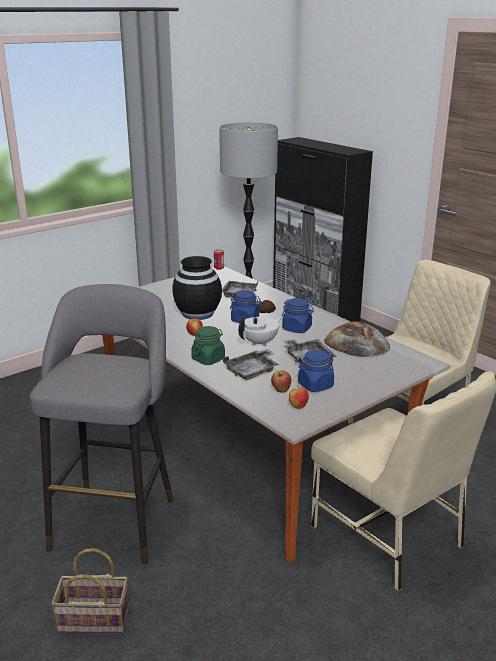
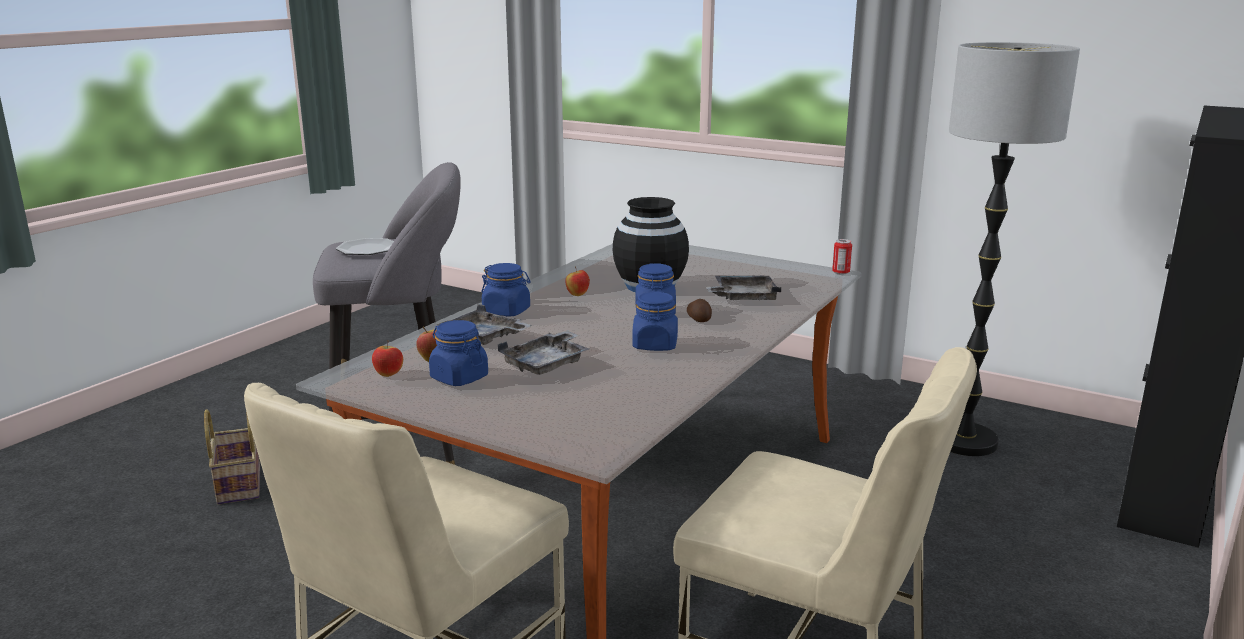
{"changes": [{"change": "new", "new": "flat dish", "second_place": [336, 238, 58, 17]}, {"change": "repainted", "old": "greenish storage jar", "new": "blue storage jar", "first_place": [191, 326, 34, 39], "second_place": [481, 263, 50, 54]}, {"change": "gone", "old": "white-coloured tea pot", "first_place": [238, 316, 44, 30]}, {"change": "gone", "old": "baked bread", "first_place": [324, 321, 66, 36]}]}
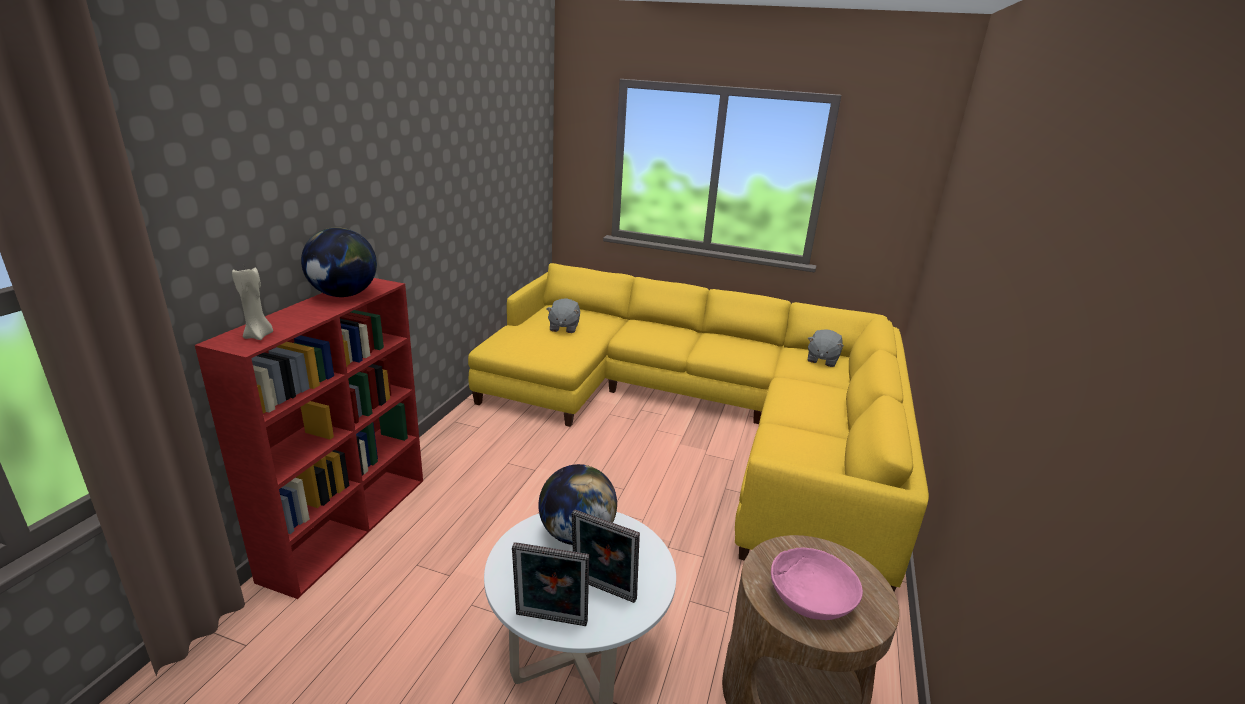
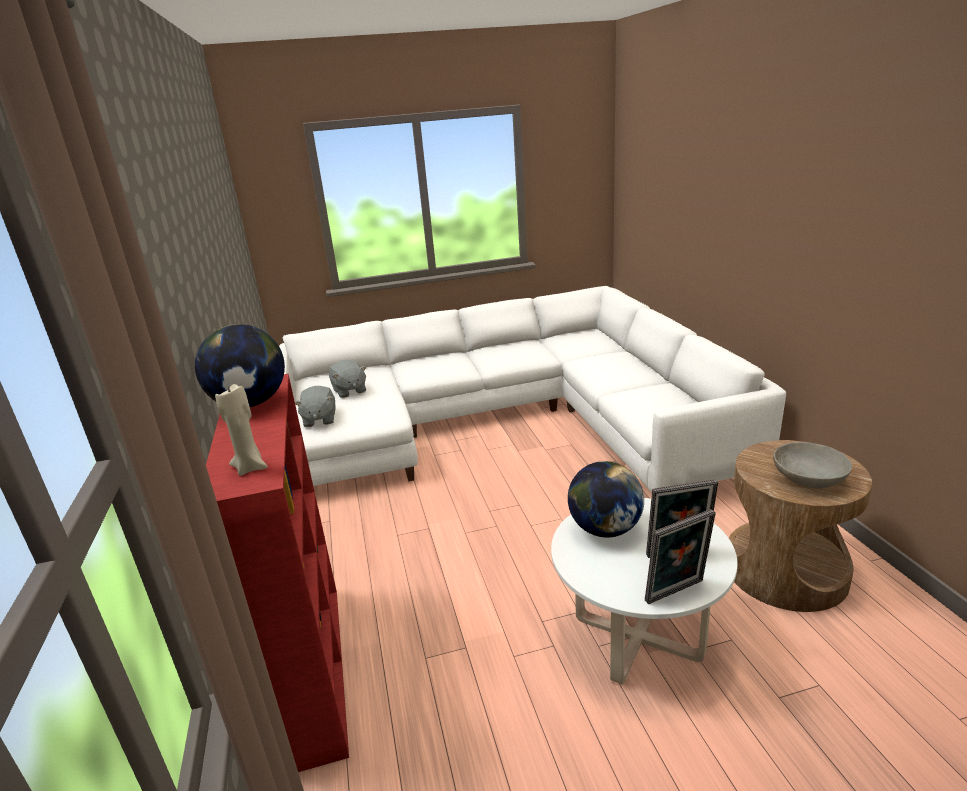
{"changes": [{"change": "repainted", "old": "yellow-coloured couch", "new": "white-coloured couch", "first_place": [468, 263, 461, 329], "second_place": [279, 286, 507, 207]}, {"change": "shifted", "old": "greyish plush toy", "first_place": [808, 329, 36, 38], "second_place": [295, 386, 41, 41]}, {"change": "repainted", "old": "pink-coloured bowl", "new": "greyish bowl", "first_place": [771, 547, 92, 73], "second_place": [773, 442, 79, 47]}]}
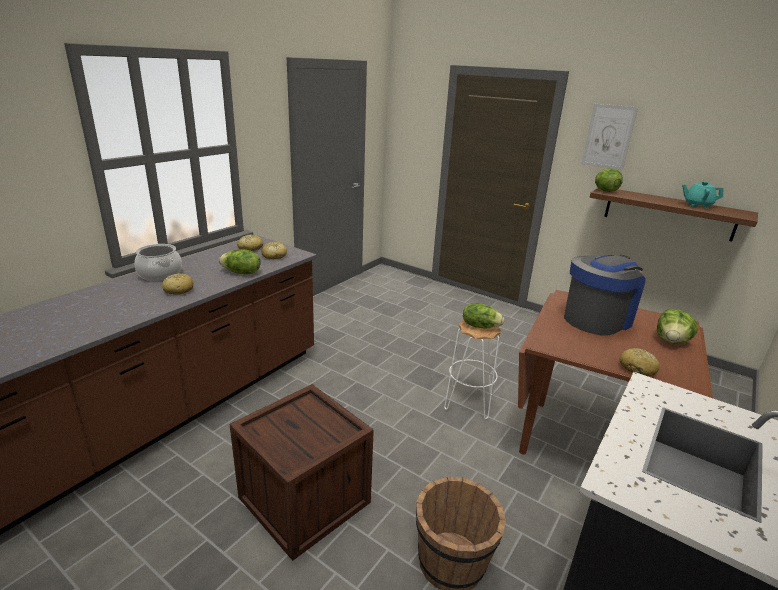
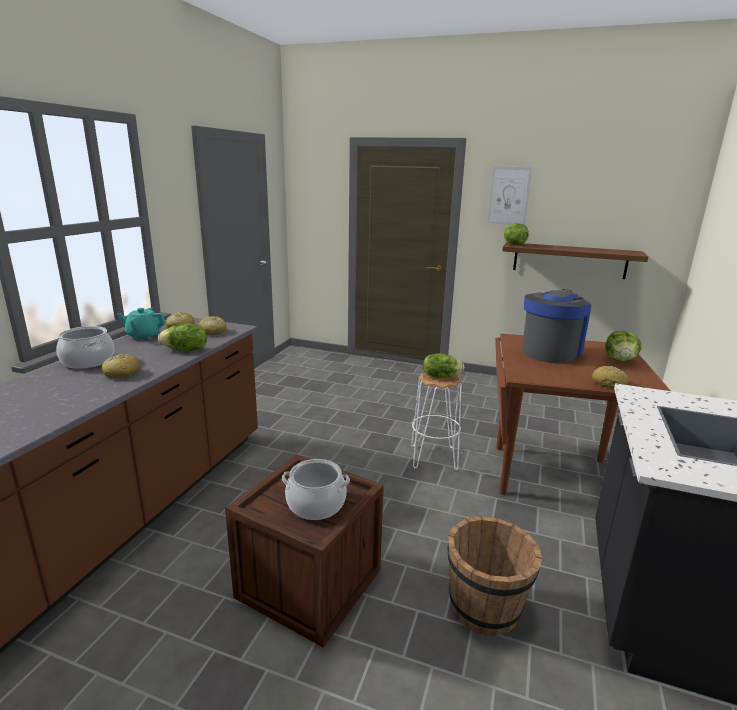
{"changes": [{"change": "shifted", "old": "turquoise-coloured tea pot", "first_place": [682, 181, 41, 27], "second_place": [117, 308, 49, 32]}, {"change": "new", "new": "saucepot", "second_place": [282, 459, 68, 61]}]}
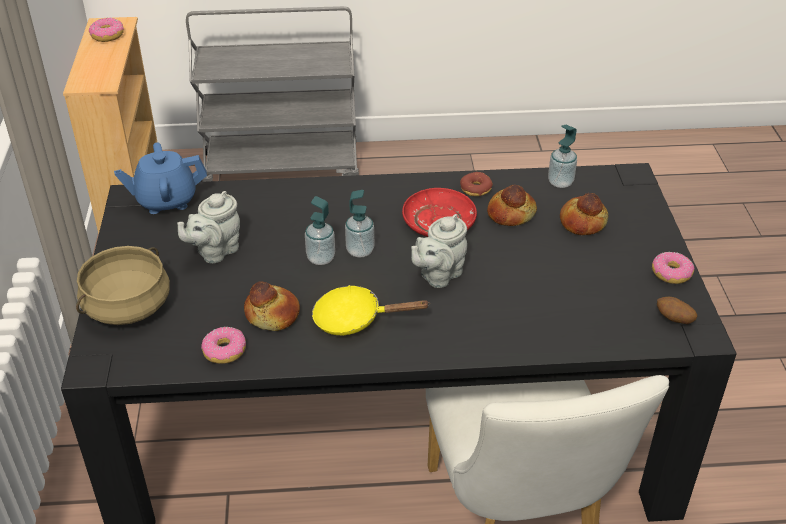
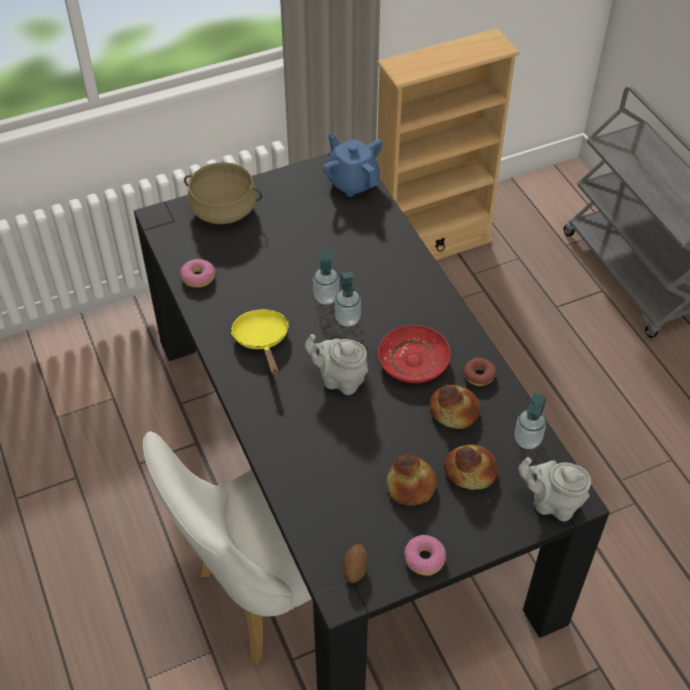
{"changes": [{"change": "shifted", "old": "baked bread", "first_place": [244, 281, 56, 50], "second_place": [387, 453, 50, 53]}, {"change": "shifted", "old": "greyish tea pot", "first_place": [177, 191, 63, 72], "second_place": [518, 457, 73, 65]}, {"change": "gone", "old": "donut", "first_place": [89, 18, 35, 24]}]}
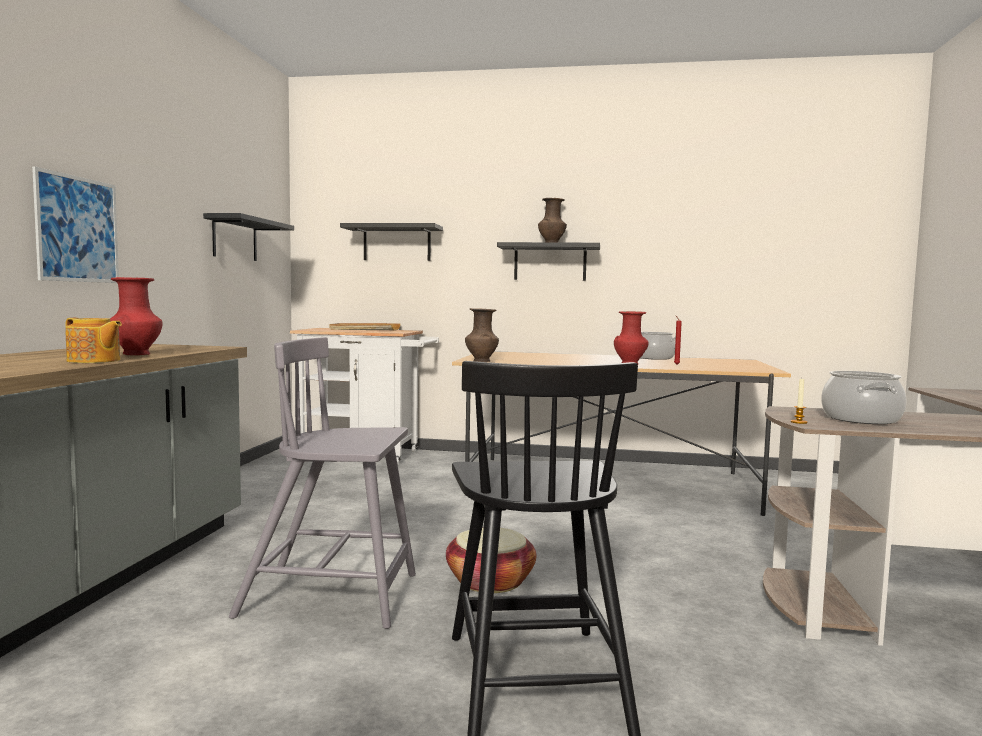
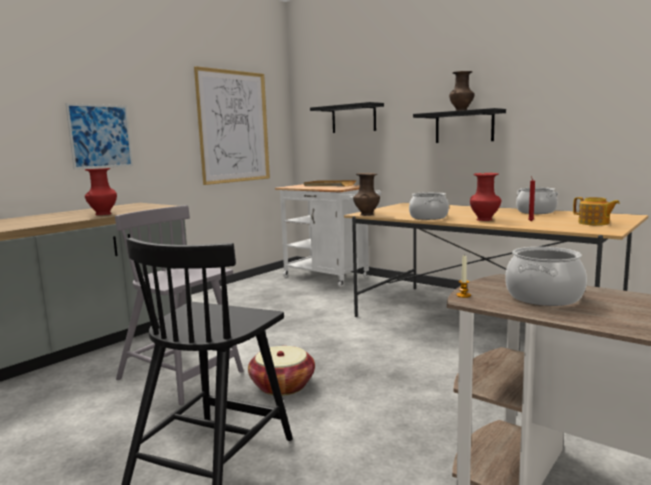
{"changes": [{"change": "swapped", "old": "black-coloured bracket shelf", "new": "wall art", "first_place": [203, 213, 91, 48], "second_place": [194, 66, 76, 119]}, {"change": "new", "new": "saucepot", "second_place": [409, 192, 40, 28]}, {"change": "shifted", "old": "tea pot", "first_place": [65, 318, 57, 45], "second_place": [573, 197, 47, 29]}]}
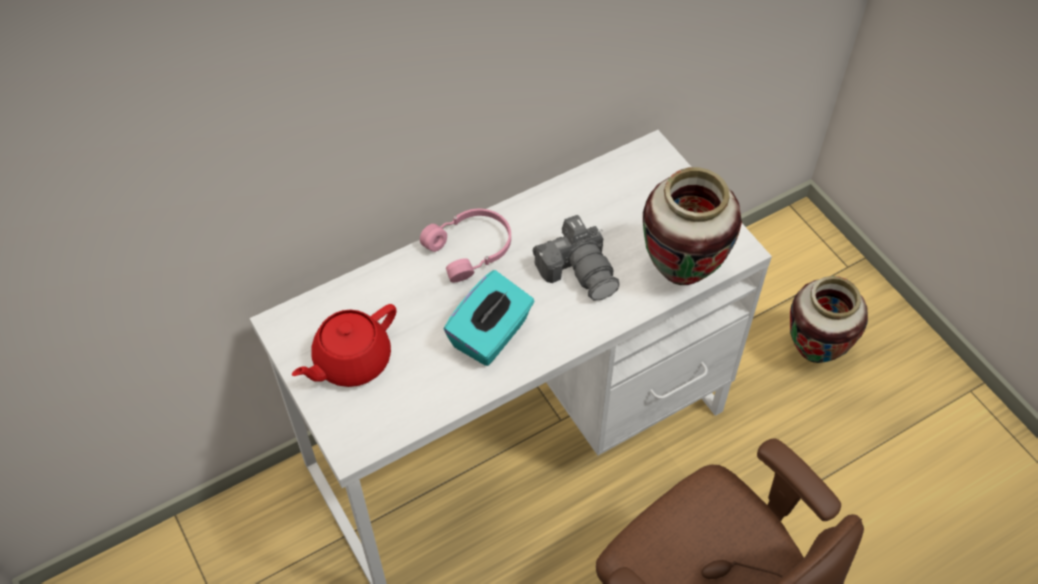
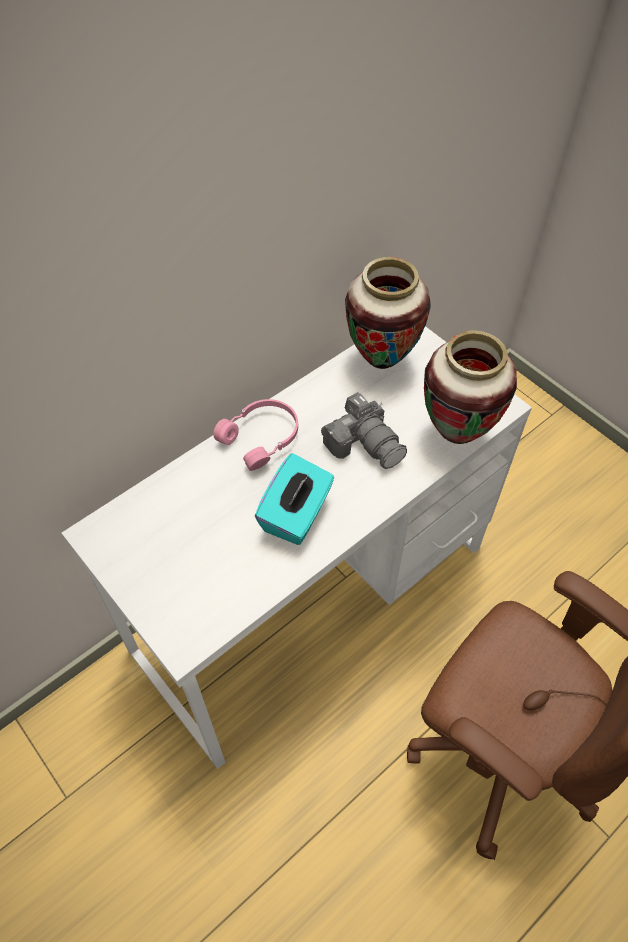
{"changes": [{"change": "shifted", "old": "flower vase", "first_place": [790, 276, 78, 87], "second_place": [345, 257, 86, 112]}, {"change": "gone", "old": "red tea pot", "first_place": [292, 304, 104, 83]}]}
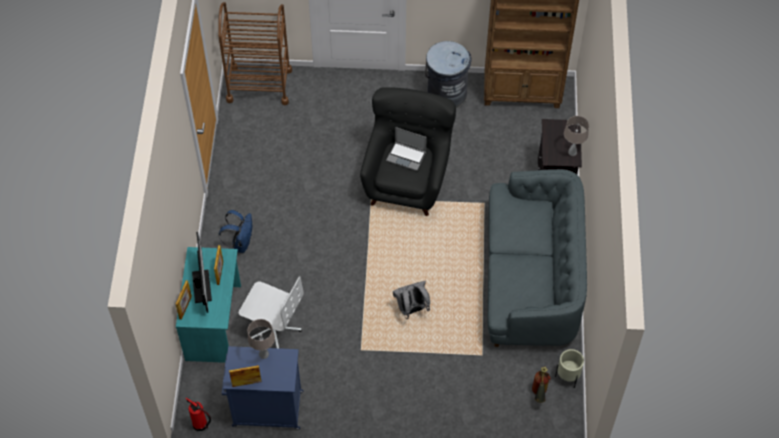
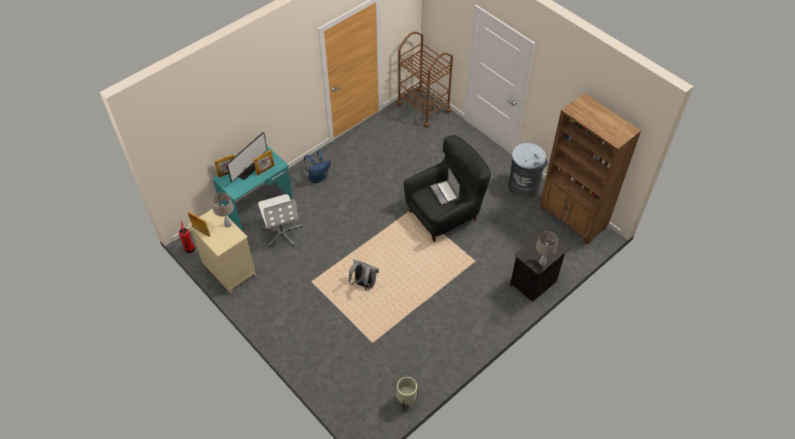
{"changes": [{"change": "repainted", "old": "blue storage cabinet", "new": "beige-coloured storage cabinet", "first_place": [222, 346, 81, 83], "second_place": [188, 206, 69, 88]}, {"change": "gone", "old": "greyish couch", "first_place": [488, 169, 99, 178]}, {"change": "gone", "old": "extinguisher", "first_place": [532, 367, 19, 36]}]}
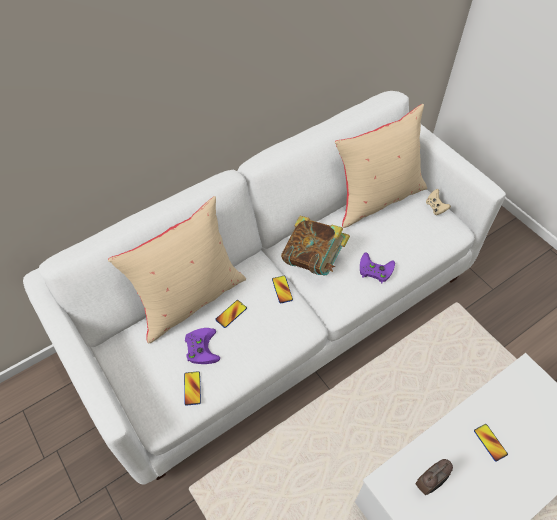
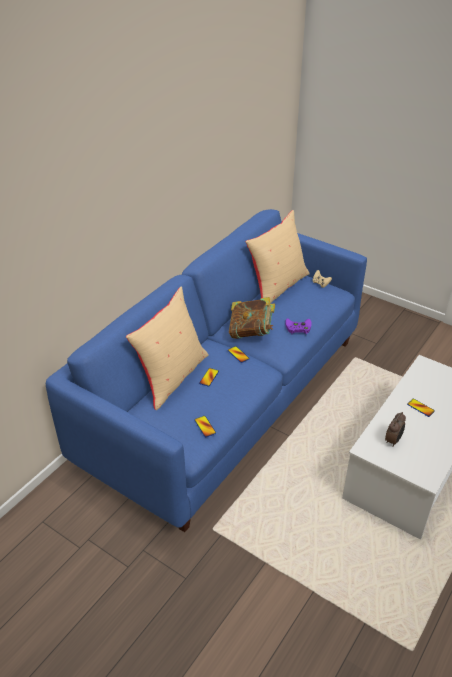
{"changes": [{"change": "repainted", "old": "white-coloured couch", "new": "blue couch", "first_place": [23, 91, 483, 394], "second_place": [46, 209, 321, 323]}, {"change": "gone", "old": "purplish joypad", "first_place": [185, 328, 35, 36]}]}
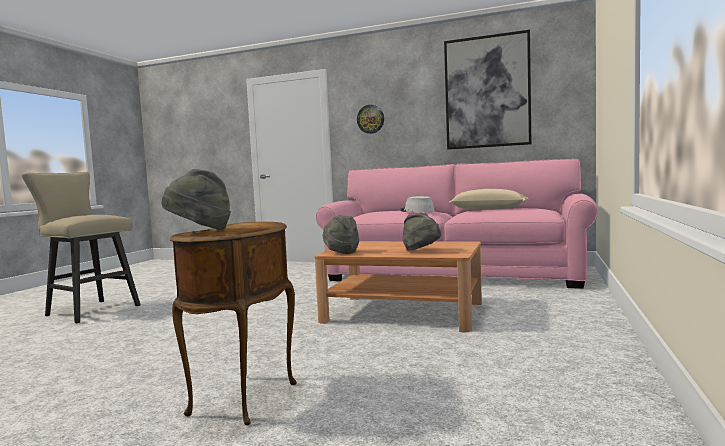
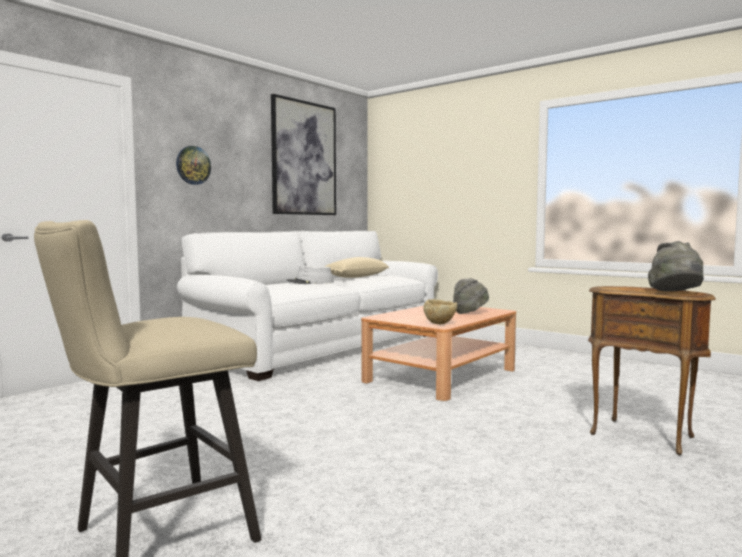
{"changes": [{"change": "repainted", "old": "pink-coloured couch", "new": "white-coloured couch", "first_place": [316, 159, 282, 130], "second_place": [177, 231, 261, 150]}, {"change": "swapped", "old": "greyish hat", "new": "beige-coloured bowl", "first_place": [322, 215, 37, 39], "second_place": [423, 299, 34, 25]}]}
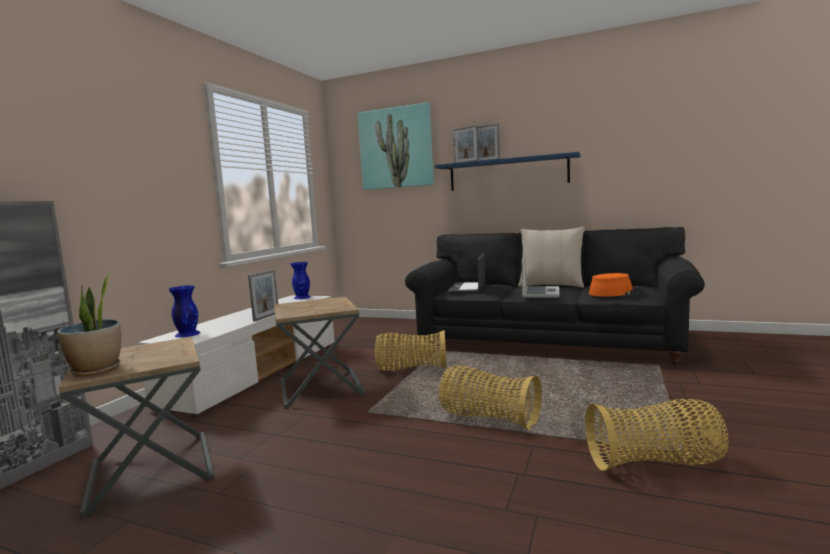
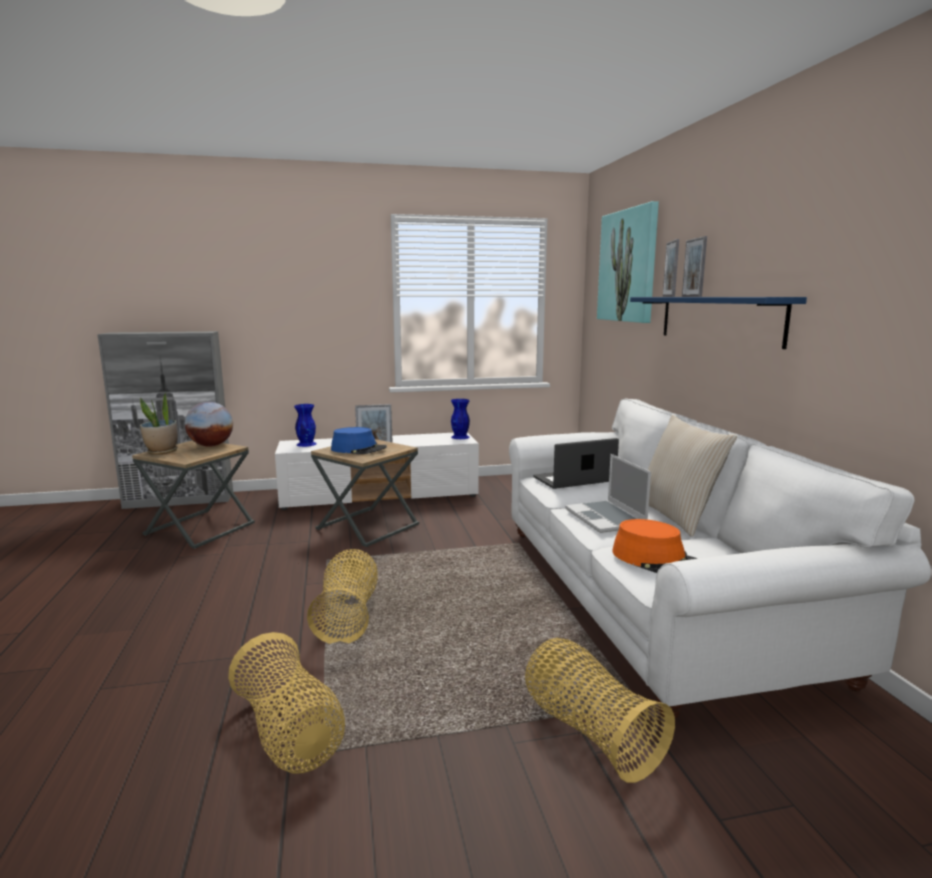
{"changes": [{"change": "new", "new": "world globe", "second_place": [185, 402, 48, 45]}, {"change": "new", "new": "blue hat", "second_place": [331, 427, 56, 27]}, {"change": "repainted", "old": "black-coloured couch", "new": "white-coloured couch", "first_place": [405, 227, 300, 138], "second_place": [509, 398, 422, 320]}, {"change": "shifted", "old": "household basket", "first_place": [374, 330, 72, 41], "second_place": [525, 638, 150, 145]}, {"change": "rotated", "old": "notebook computer", "first_place": [522, 255, 37, 43], "second_place": [565, 454, 86, 79], "degrees": 90}]}
